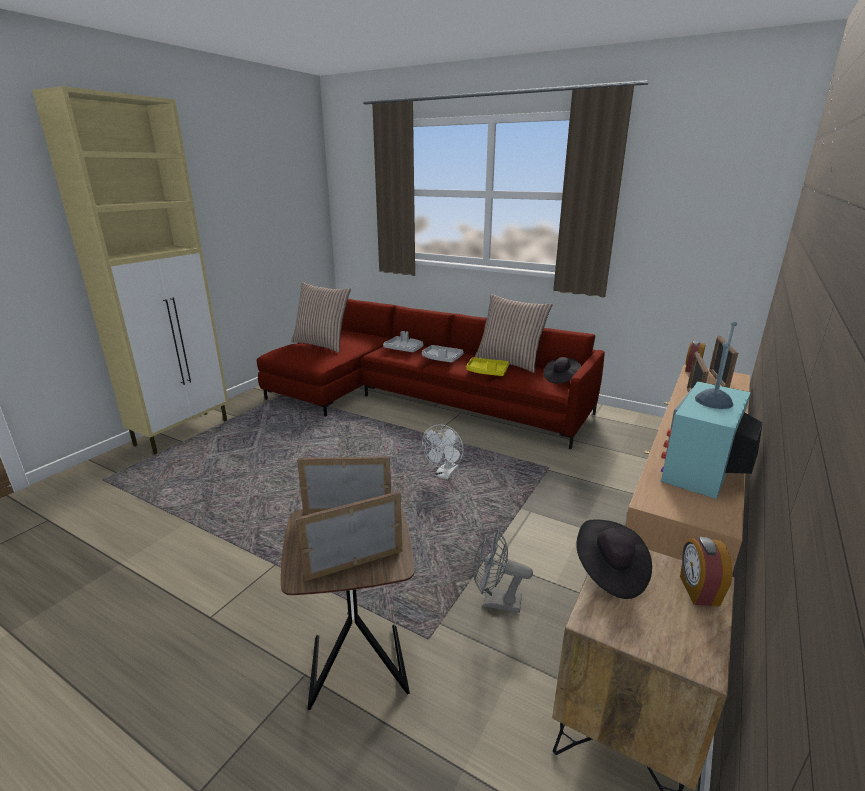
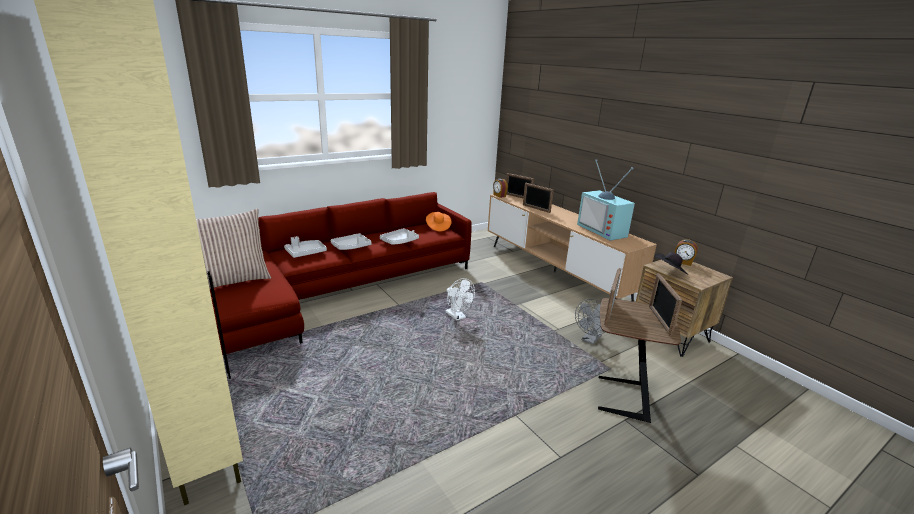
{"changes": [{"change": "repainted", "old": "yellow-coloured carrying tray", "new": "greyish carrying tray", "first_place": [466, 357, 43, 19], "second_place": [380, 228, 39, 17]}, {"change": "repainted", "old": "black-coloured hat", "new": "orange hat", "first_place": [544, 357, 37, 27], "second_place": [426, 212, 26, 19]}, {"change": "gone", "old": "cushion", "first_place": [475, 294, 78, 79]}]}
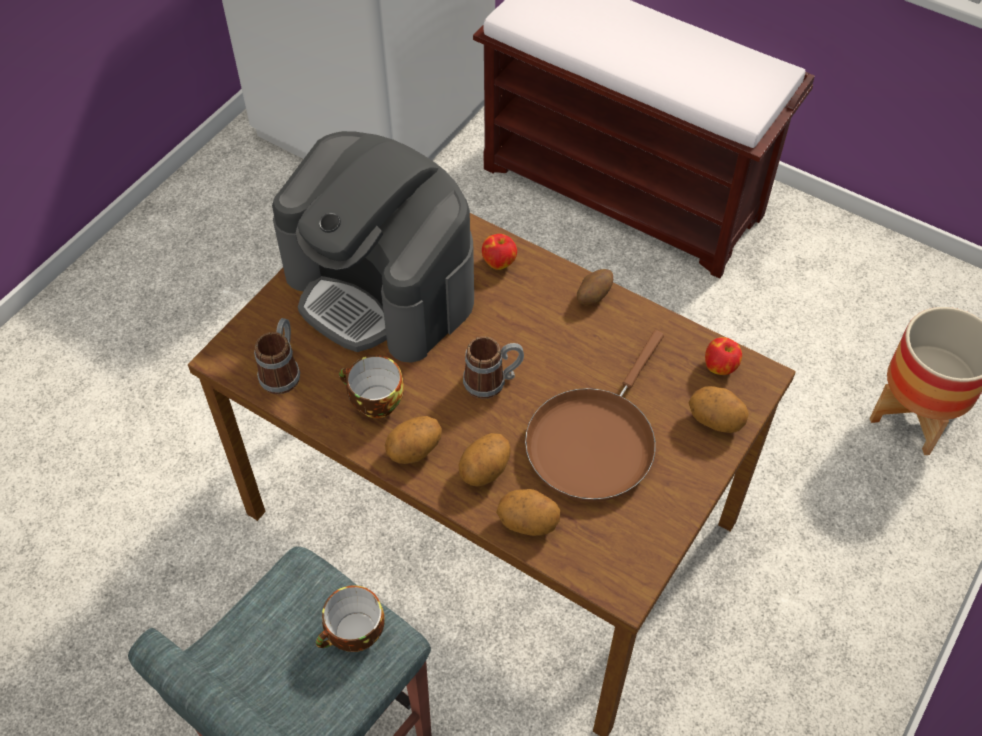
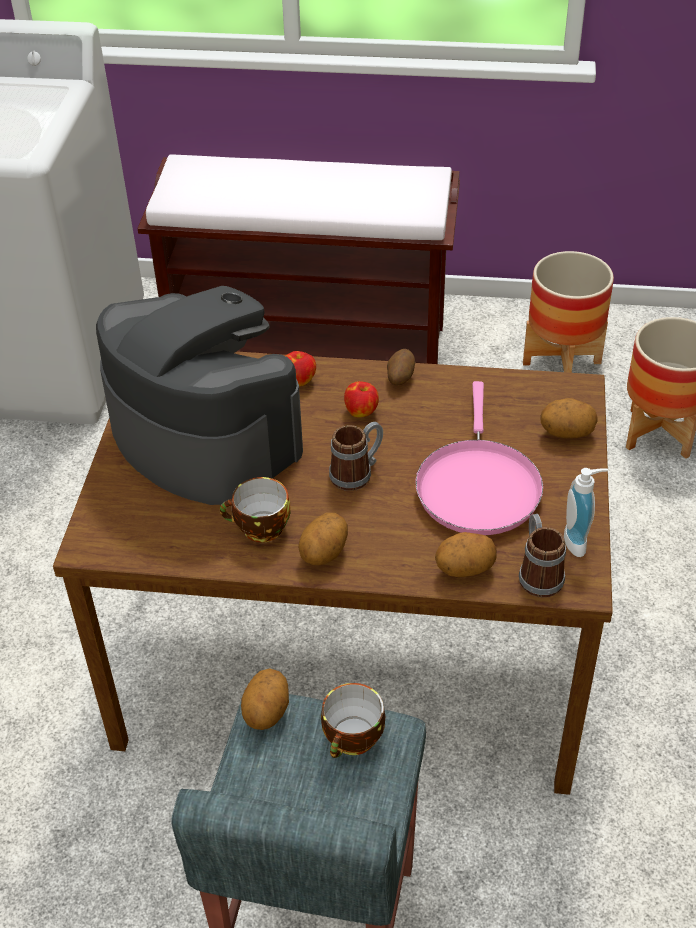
{"changes": [{"change": "rotated", "old": "coffee machine", "first_place": [272, 131, 202, 232], "second_place": [96, 286, 207, 219], "degrees": -150}, {"change": "shifted", "old": "whole potato", "first_place": [459, 433, 52, 54], "second_place": [241, 668, 48, 62]}, {"change": "shifted", "old": "apple", "first_place": [705, 337, 37, 38], "second_place": [344, 381, 35, 37]}, {"change": "repainted", "old": "brownish pan", "new": "pink-coloured pan", "first_place": [525, 330, 139, 172], "second_place": [415, 381, 128, 154]}, {"change": "shifted", "old": "mug", "first_place": [254, 318, 46, 76], "second_place": [519, 514, 47, 84]}, {"change": "new", "new": "planter", "second_place": [523, 251, 91, 122]}, {"change": "new", "new": "liquid soap bottle", "second_place": [564, 468, 44, 89]}]}
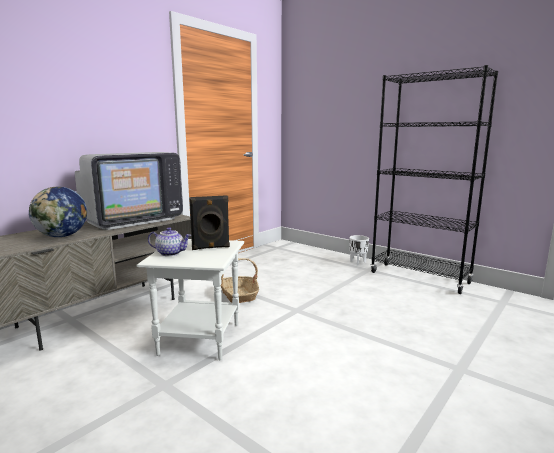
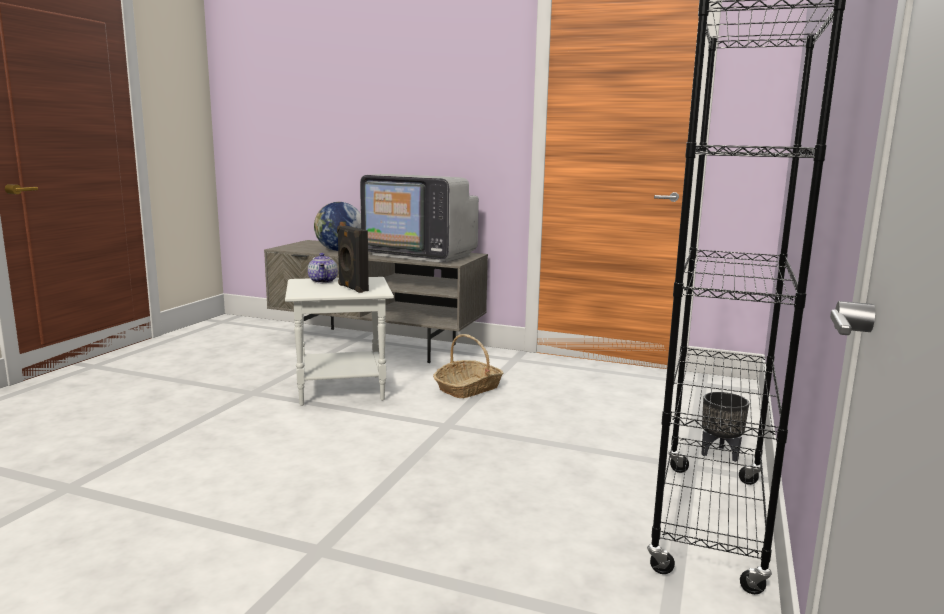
{"changes": [{"change": "repainted", "old": "white-coloured planter", "new": "black-coloured planter", "first_place": [349, 235, 20, 31], "second_place": [701, 392, 49, 70]}]}
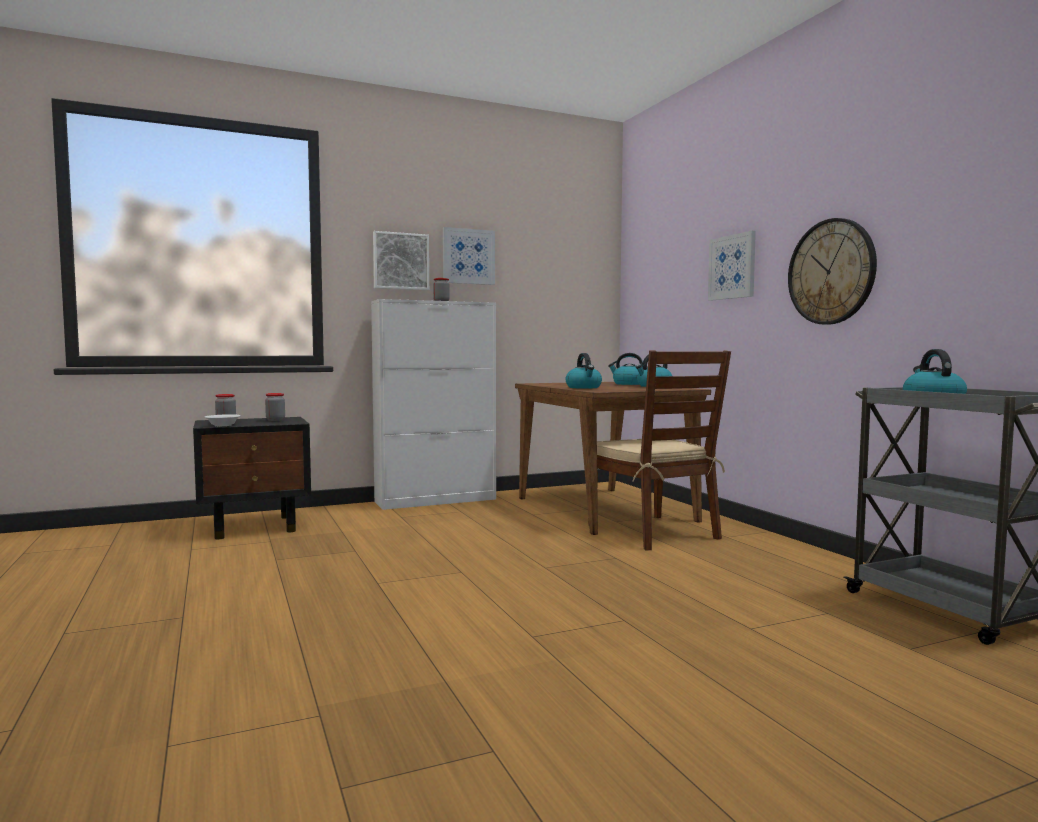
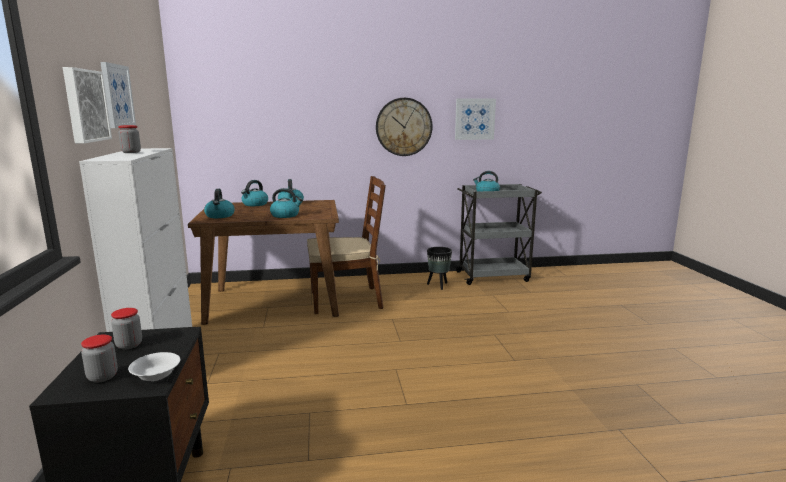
{"changes": [{"change": "new", "new": "water kettle", "second_place": [204, 189, 31, 29]}, {"change": "new", "new": "black-coloured planter", "second_place": [427, 247, 25, 43]}, {"change": "shifted", "old": "wall art", "first_place": [708, 231, 48, 70], "second_place": [455, 99, 41, 41]}]}
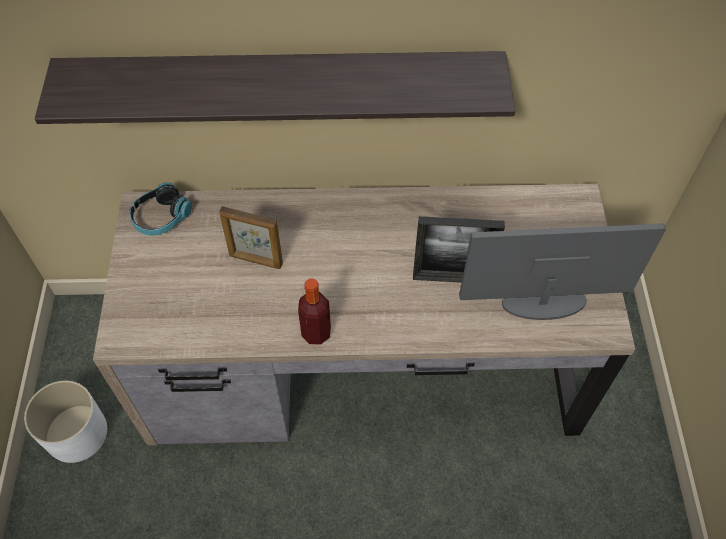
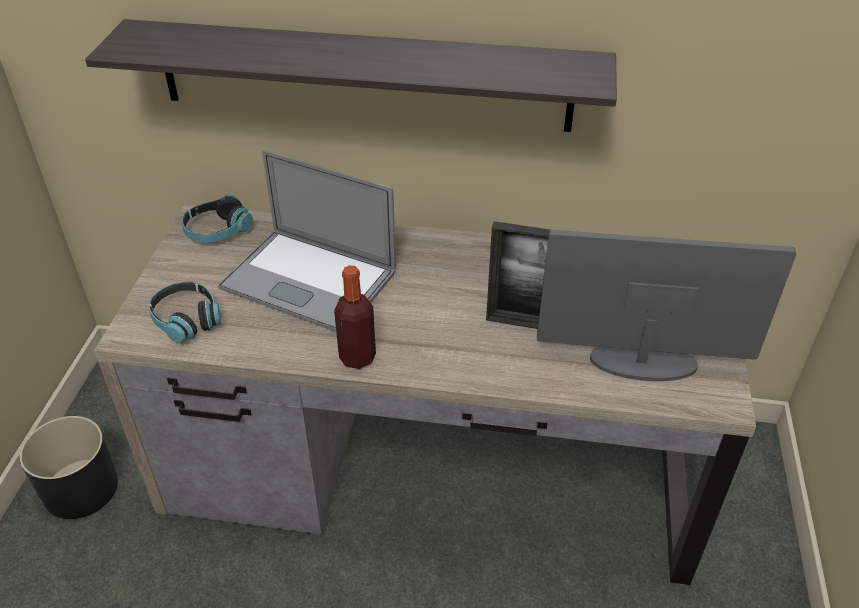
{"changes": [{"change": "repainted", "old": "white-coloured planter", "new": "black-coloured planter", "first_place": [24, 381, 83, 82], "second_place": [19, 416, 99, 103]}, {"change": "new", "new": "headset", "second_place": [149, 282, 72, 61]}, {"change": "swapped", "old": "picture frame", "new": "notebook computer", "first_place": [219, 206, 64, 63], "second_place": [218, 150, 178, 182]}]}
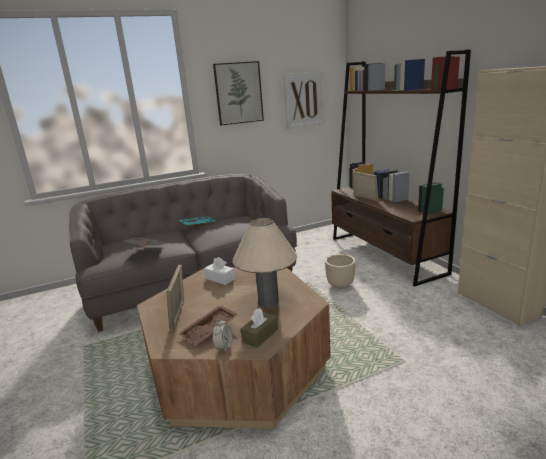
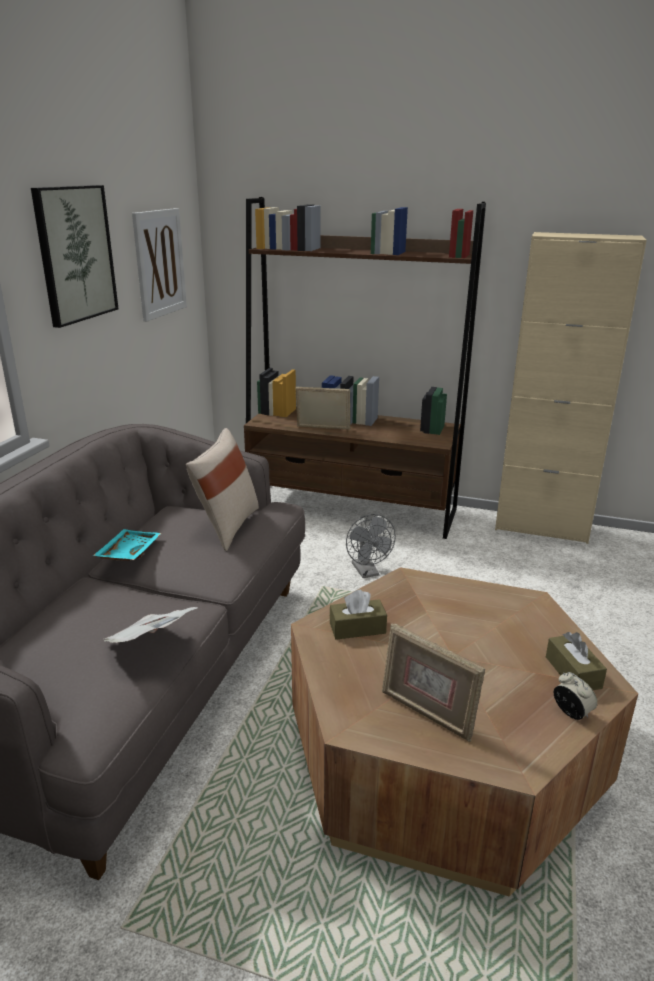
{"changes": [{"change": "new", "new": "beige-coloured cushion", "second_place": [186, 428, 73, 123]}, {"change": "repainted", "old": "white-coloured box of tissues", "new": "brownish box of tissues", "first_place": [204, 257, 31, 28], "second_place": [330, 590, 57, 50]}, {"change": "swapped", "old": "beige-coloured planter", "new": "greyish electric fan", "first_place": [325, 254, 31, 35], "second_place": [346, 514, 50, 64]}, {"change": "gone", "old": "brownish carrying tray", "first_place": [178, 305, 60, 40]}, {"change": "gone", "old": "beige-coloured table lamp", "first_place": [233, 218, 64, 90]}]}
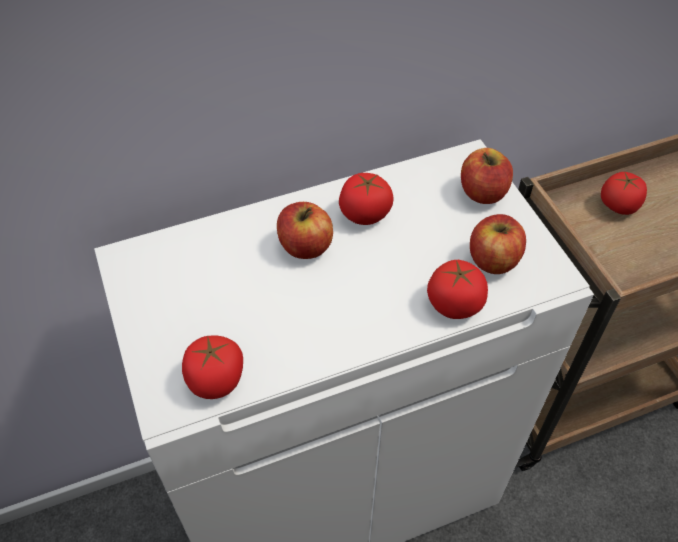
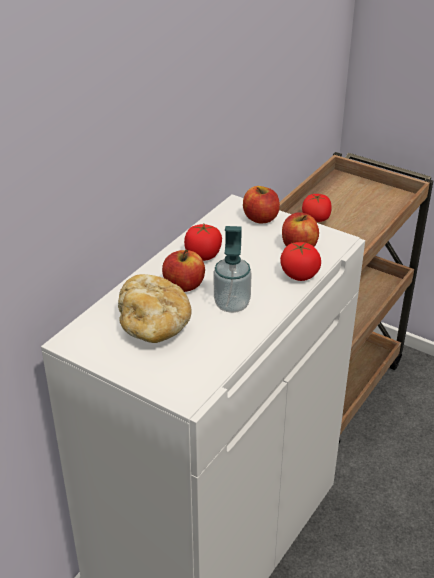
{"changes": [{"change": "new", "new": "baked bread", "second_place": [118, 274, 74, 69]}, {"change": "new", "new": "liquid soap bottle", "second_place": [214, 226, 38, 87]}, {"change": "gone", "old": "fresh tomato", "first_place": [182, 335, 61, 64]}]}
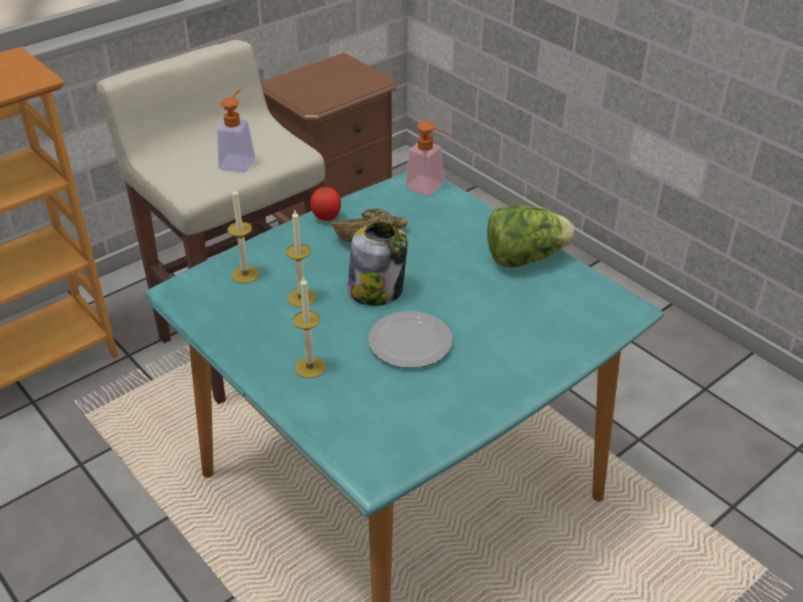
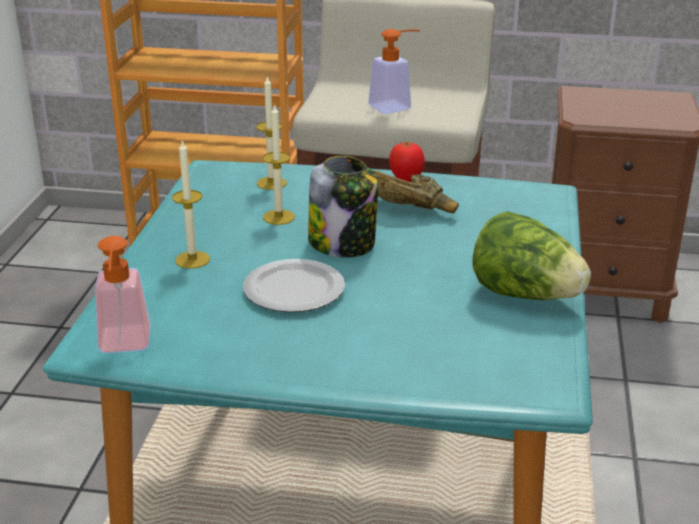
{"changes": [{"change": "shifted", "old": "liquid soap bottle", "first_place": [405, 121, 48, 75], "second_place": [95, 236, 56, 117]}]}
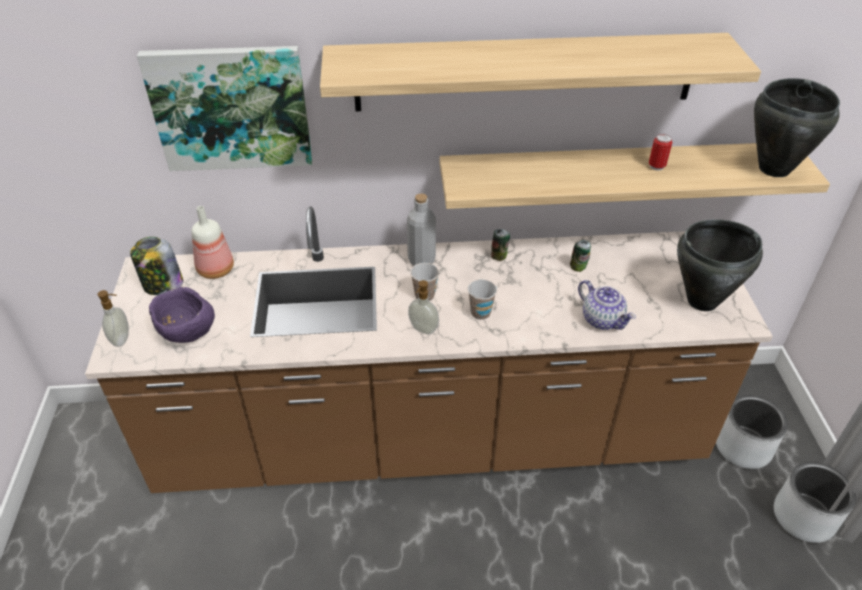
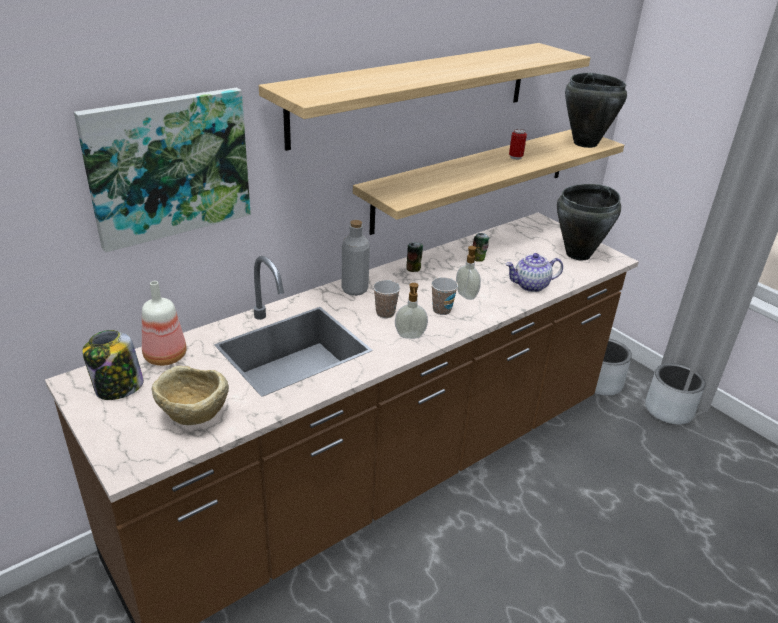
{"changes": [{"change": "repainted", "old": "purplish bowl", "new": "beige-coloured bowl", "first_place": [149, 287, 66, 56], "second_place": [151, 366, 78, 59]}, {"change": "shifted", "old": "liquid soap bottle", "first_place": [98, 290, 31, 57], "second_place": [456, 246, 25, 54]}, {"change": "rotated", "old": "tea pot", "first_place": [578, 280, 58, 50], "second_place": [506, 253, 57, 39], "degrees": 150}]}
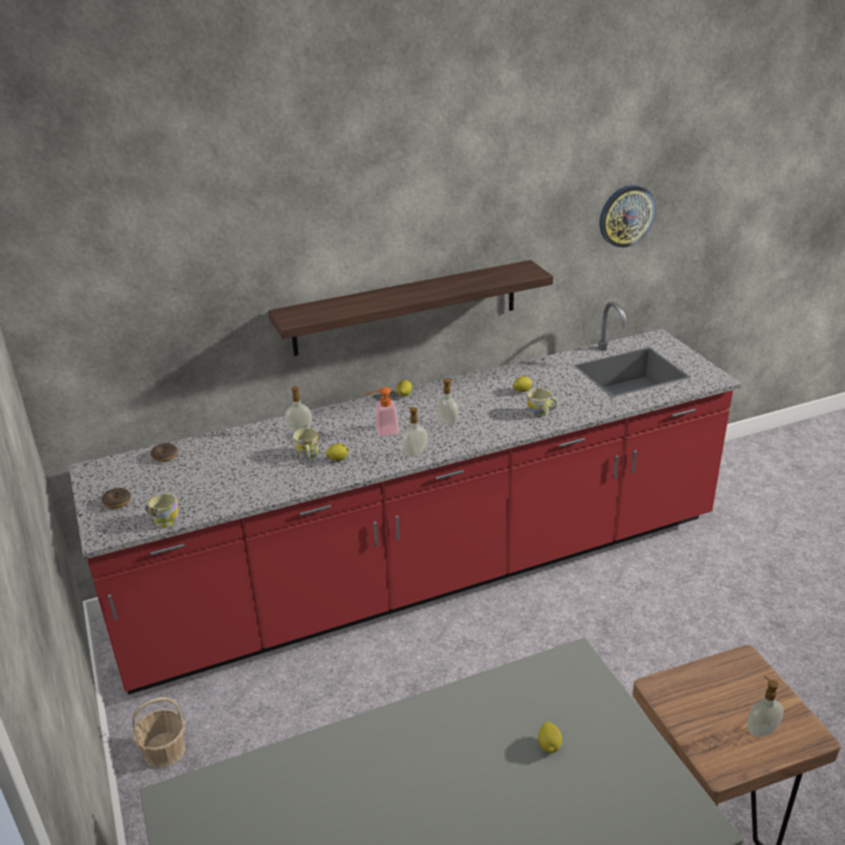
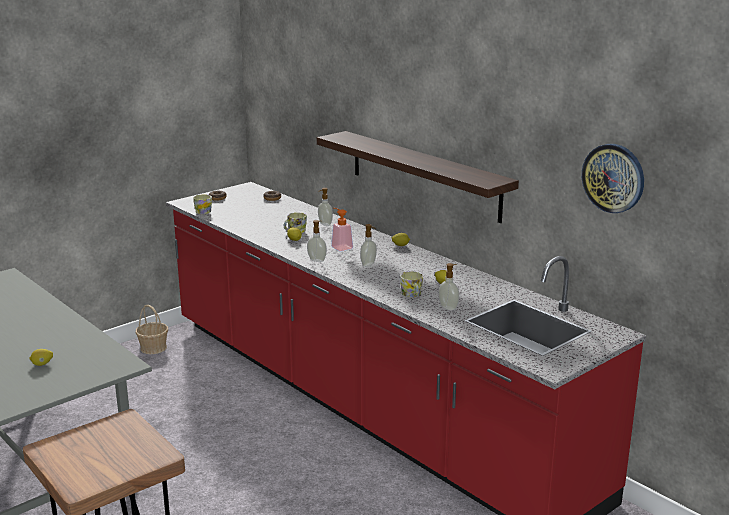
{"changes": [{"change": "shifted", "old": "liquid soap bottle", "first_place": [747, 676, 36, 61], "second_place": [438, 263, 21, 48]}]}
